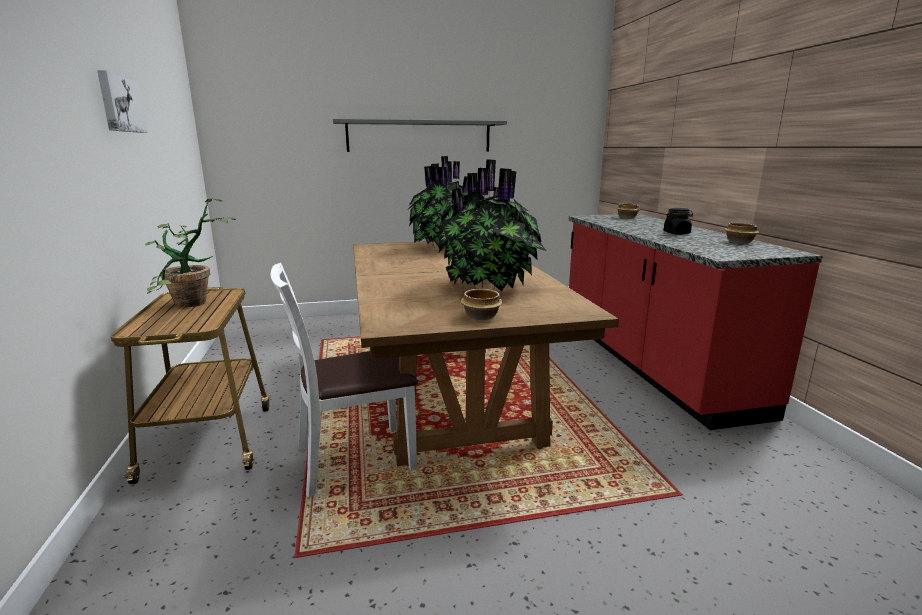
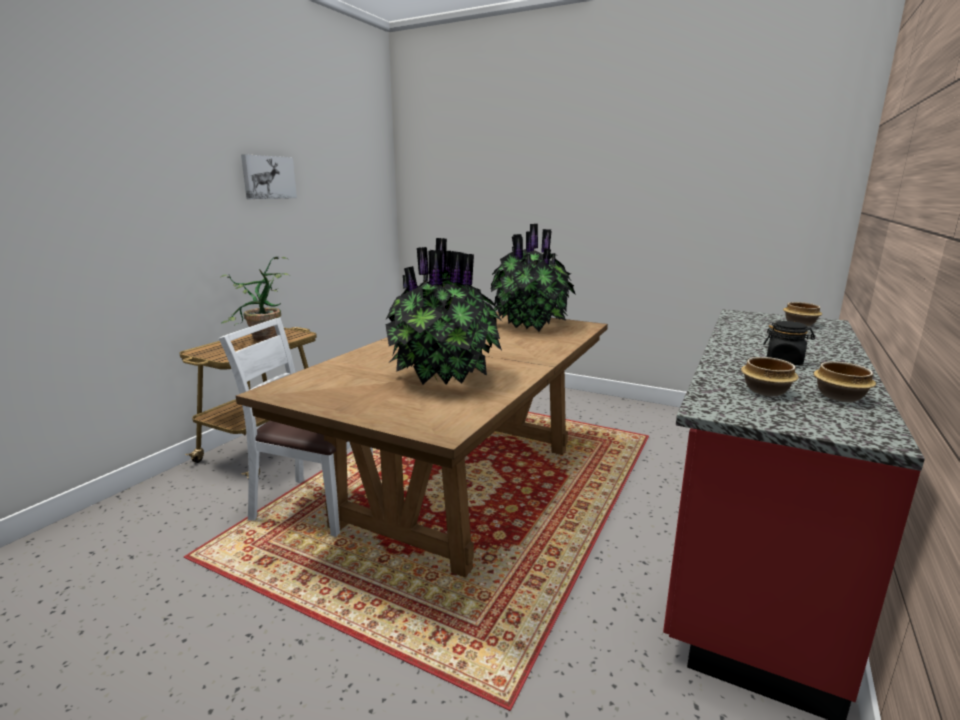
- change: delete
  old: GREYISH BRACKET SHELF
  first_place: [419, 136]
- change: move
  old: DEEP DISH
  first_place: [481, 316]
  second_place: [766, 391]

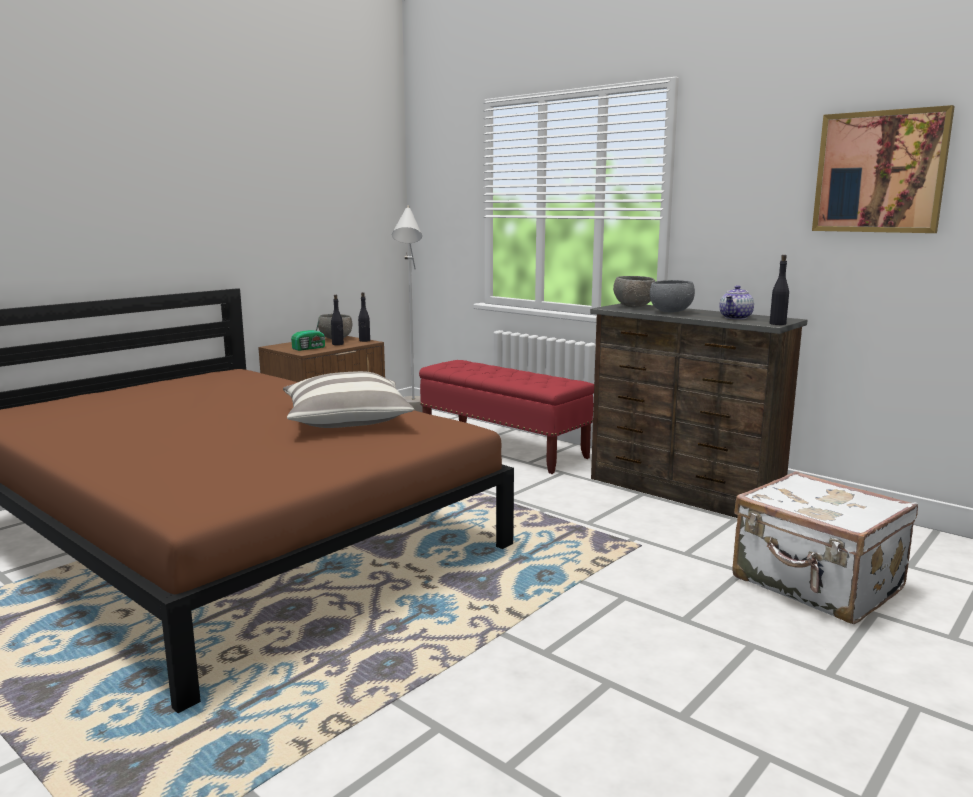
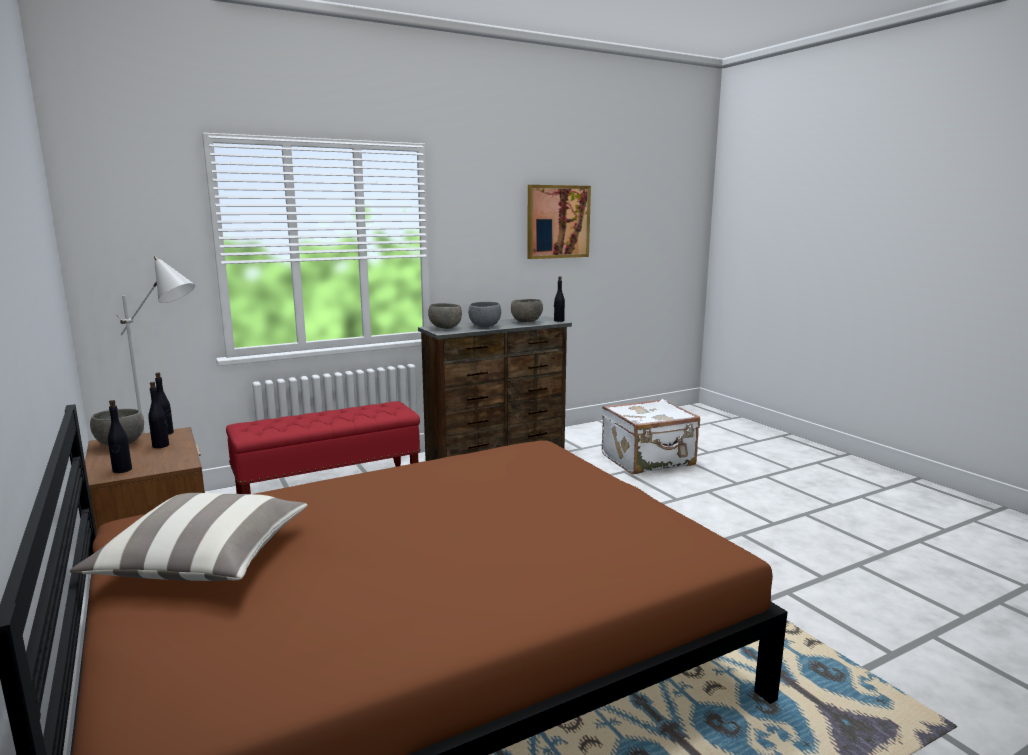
- change: move
  old: PILLOW
  first_place: [346, 420]
  second_place: [204, 561]
- change: delete
  old: RADIO
  first_place: [310, 348]
- change: replace
  old: TEA POT
  new: GREYISH DEEP DISH
  first_place: [736, 318]
  second_place: [526, 322]
- change: insert
  new: BLACK-COLOURED BOTTLE
  second_place: [122, 470]

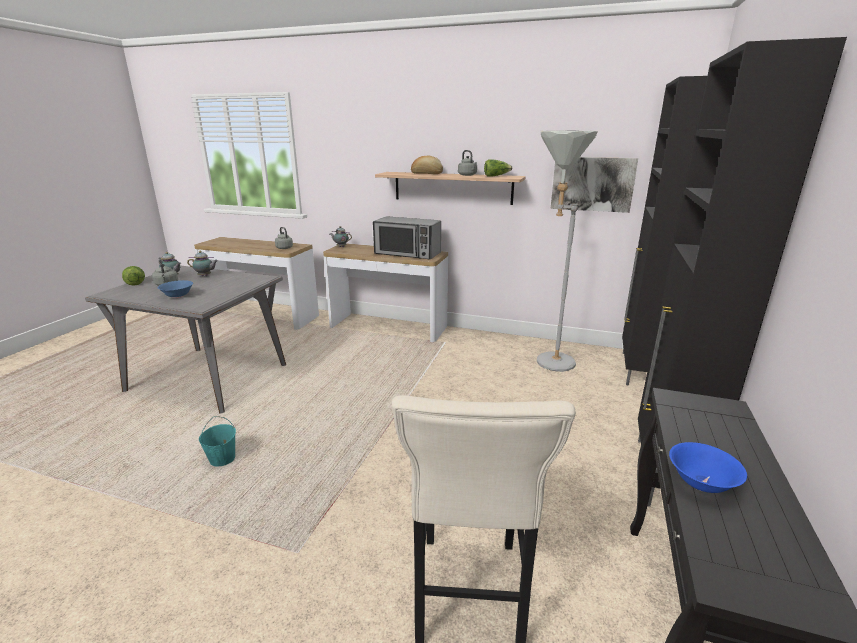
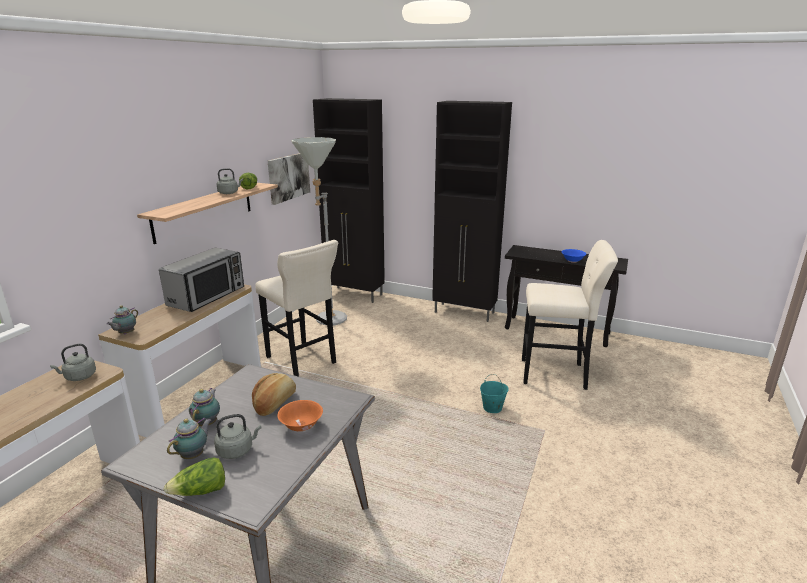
- change: recolor
  old: BLUE DEEP DISH
  new: ORANGE-COLOURED DEEP DISH
  first_place: [178, 296]
  second_place: [301, 426]
- change: move
  old: TURQUOISE BUCKET
  first_place: [222, 459]
  second_place: [492, 408]
- change: move
  old: BAKERY BREAD
  first_place: [427, 173]
  second_place: [275, 403]
- change: insert
  new: SAND-COLOURED SITTING STOOL
  second_place: [302, 361]

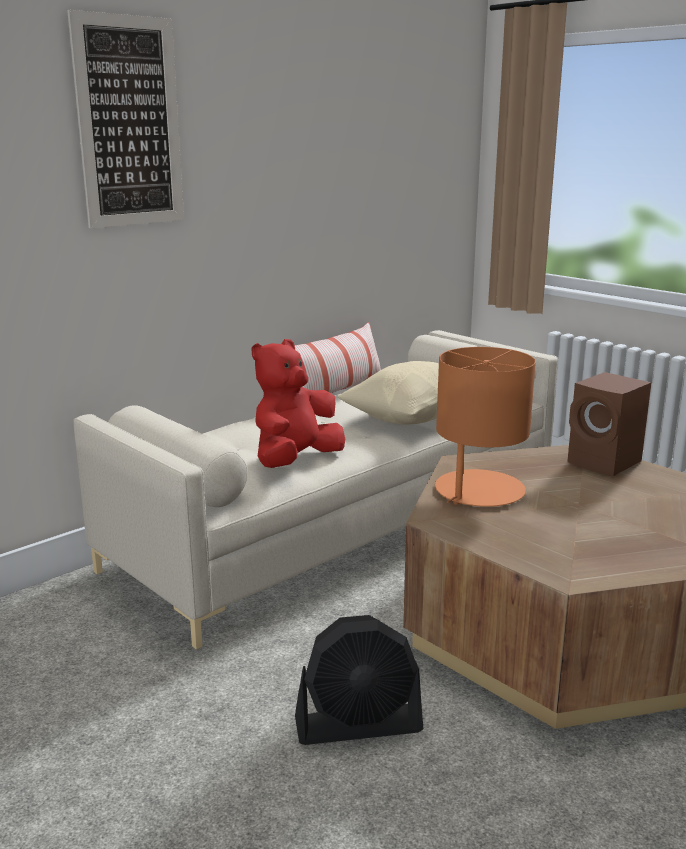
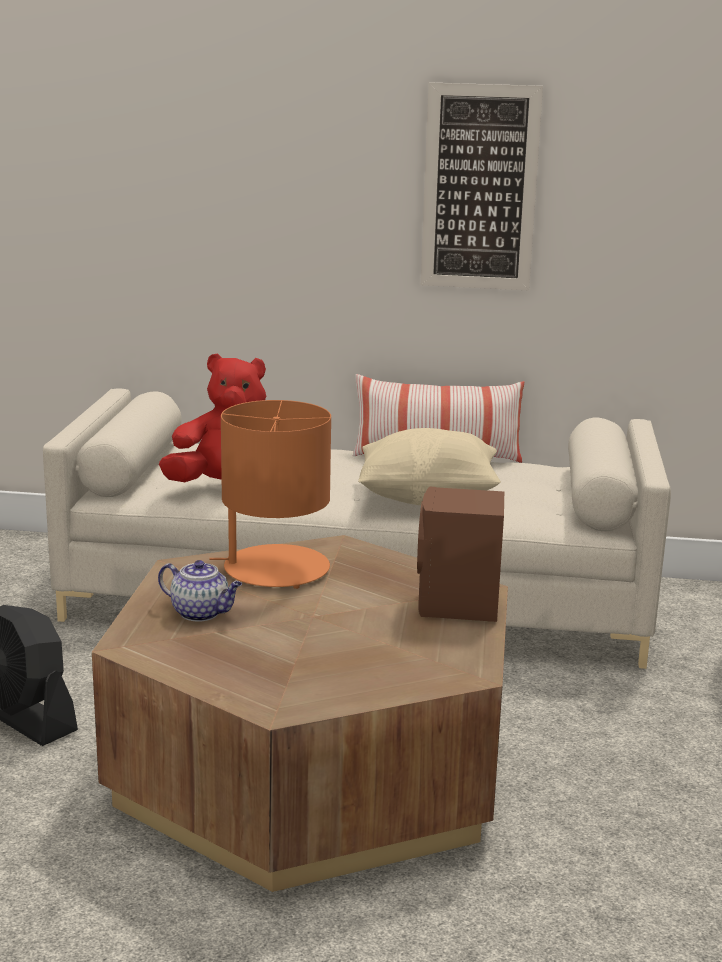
- change: move
  old: WALL PICTURE
  first_place: [129, 123]
  second_place: [480, 188]
- change: insert
  new: TEA POT
  second_place: [201, 613]

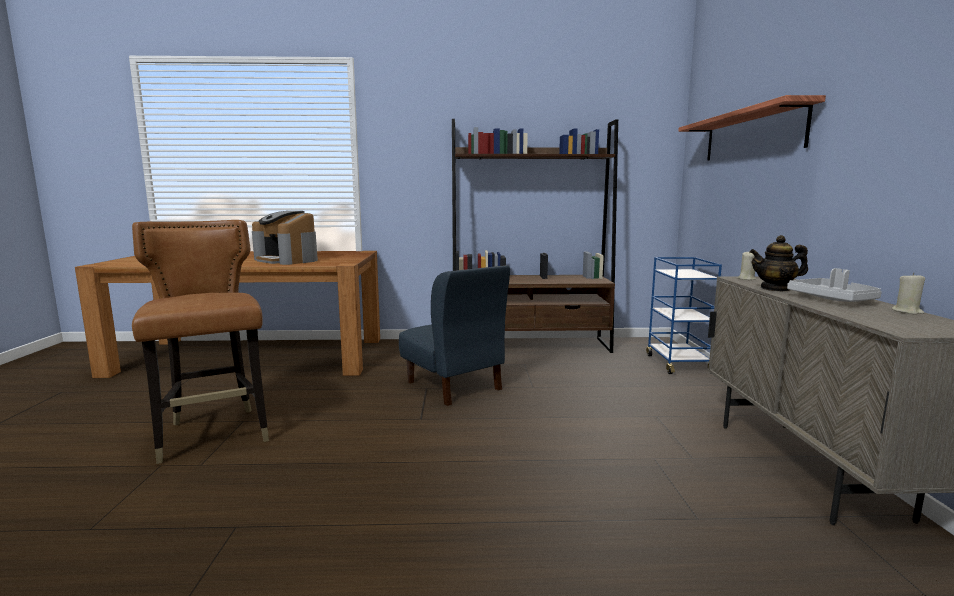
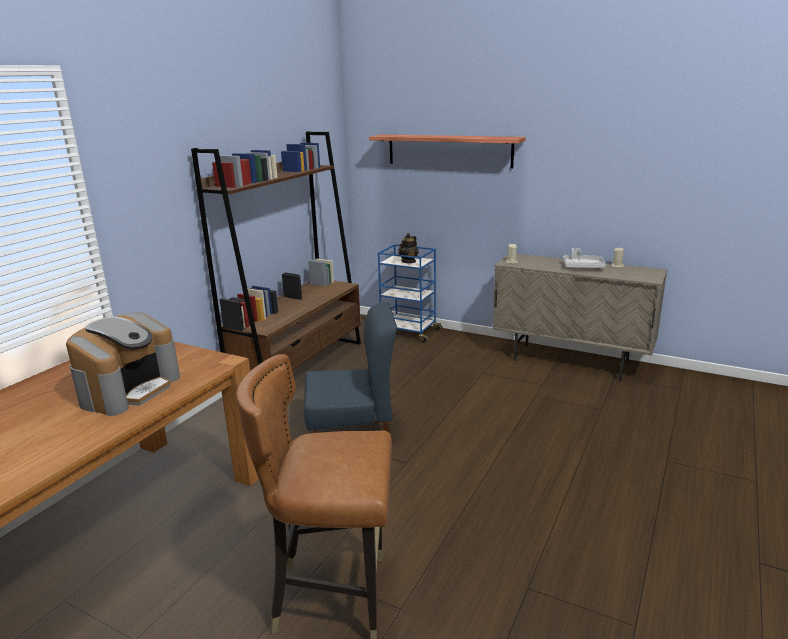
- change: rotate
  old: COFFEE MAKER
  first_place: [287, 260]
  second_place: [129, 389]
  degrees: -45
- change: move
  old: TEA POT
  first_place: [775, 289]
  second_place: [408, 261]

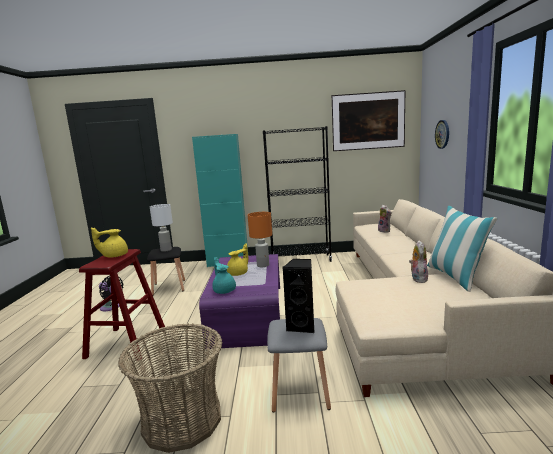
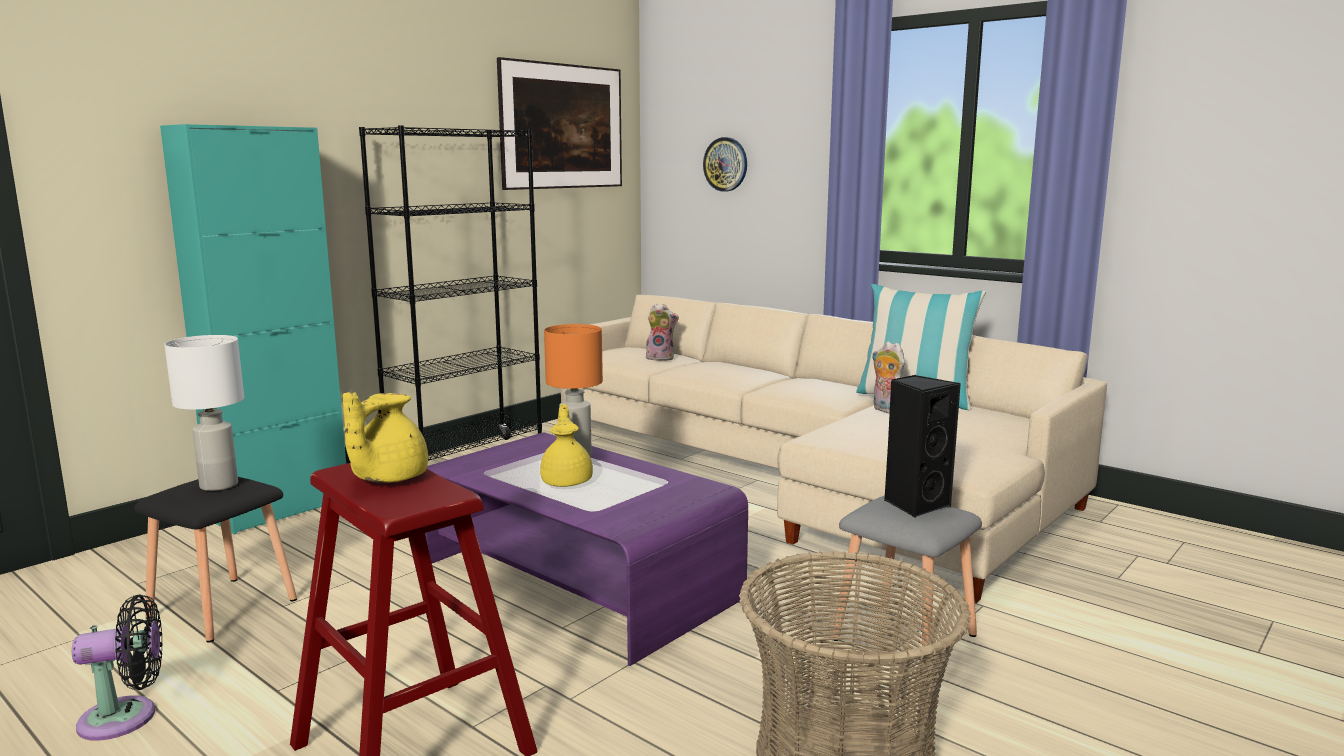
- change: delete
  old: TURQUOISE TEA POT
  first_place: [224, 290]

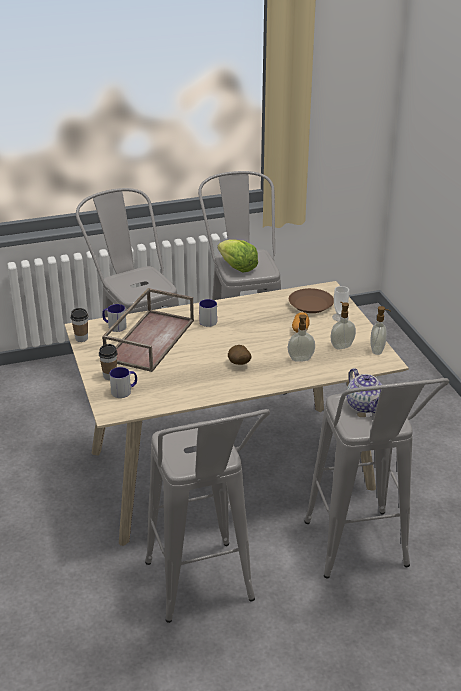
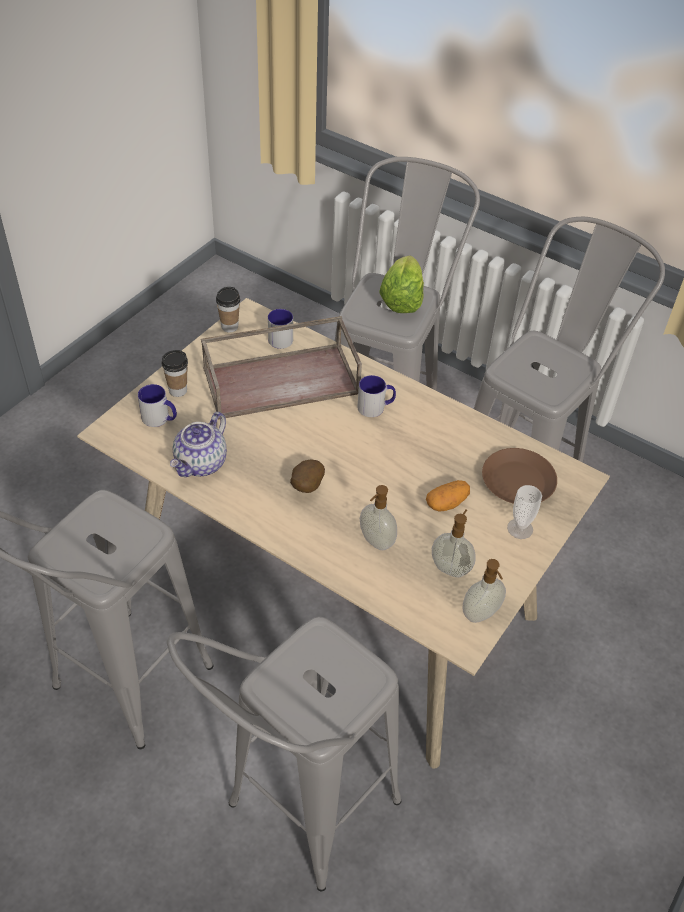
- change: move
  old: HEAD OF LETTUCE
  first_place: [237, 267]
  second_place: [402, 300]
- change: move
  old: TEA POT
  first_place: [365, 405]
  second_place: [201, 464]

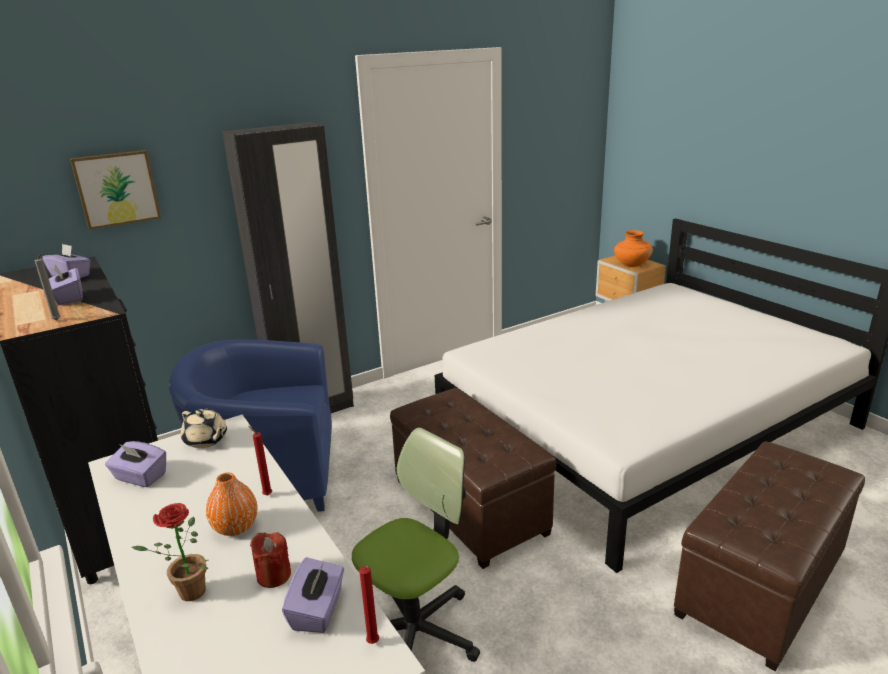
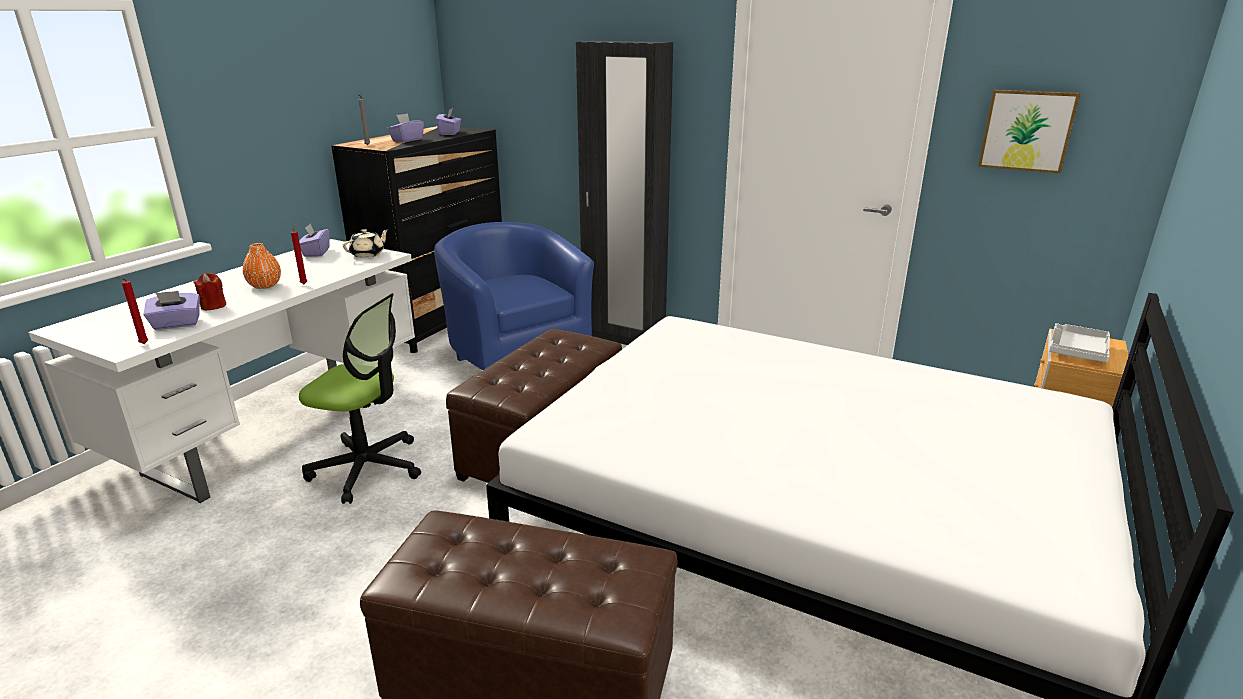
- change: move
  old: WALL PICTURE
  first_place: [116, 188]
  second_place: [1027, 130]
- change: delete
  old: POTTED PLANT
  first_place: [186, 594]
- change: rotate
  old: SAND-COLOURED TEA POT
  first_place: [206, 440]
  second_place: [368, 254]
  degrees: -150
- change: replace
  old: ORANGE-COLOURED DECORATIVE VASE
  new: GREYISH SERVING TRAY
  first_place: [631, 265]
  second_place: [1076, 351]

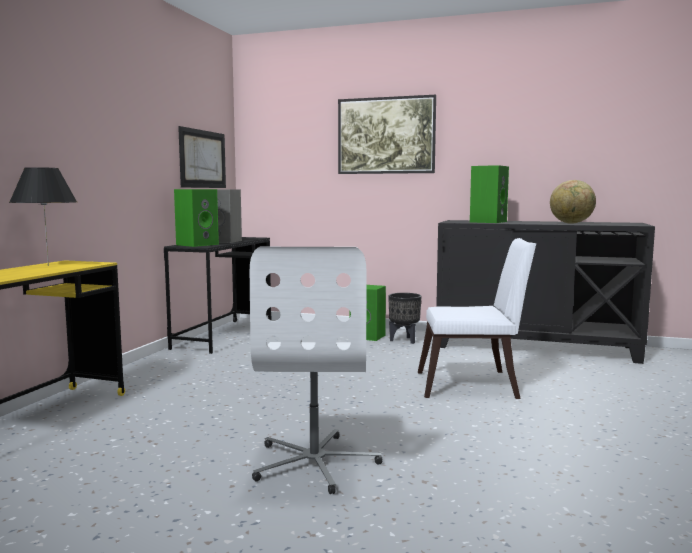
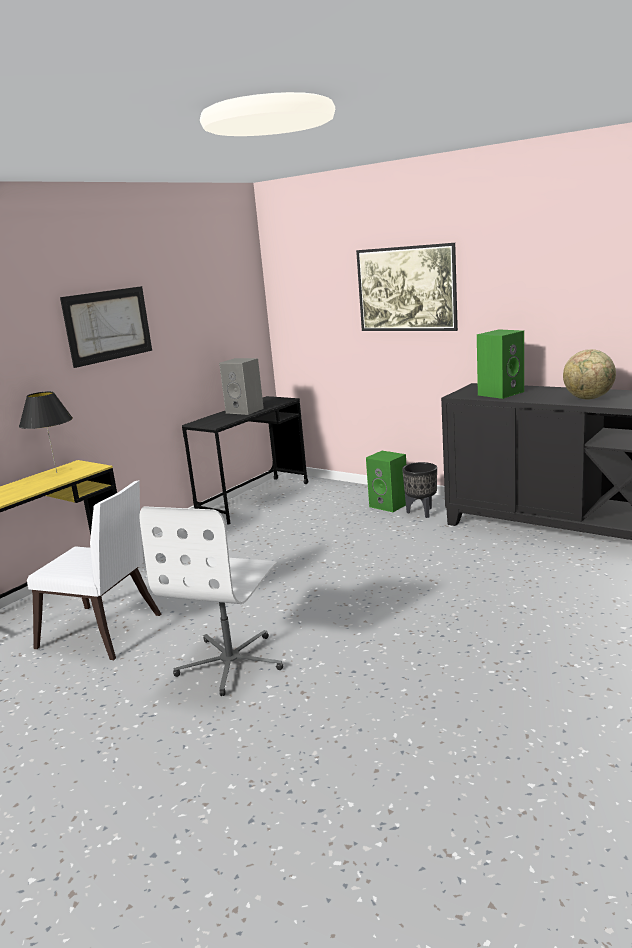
- change: delete
  old: GREEN SPEAKER
  first_place: [197, 244]
- change: move
  old: WALL PICTURE
  first_place: [203, 159]
  second_place: [108, 325]
- change: move
  old: WHITE PLAIN CHAIR
  first_place: [474, 385]
  second_place: [105, 634]

